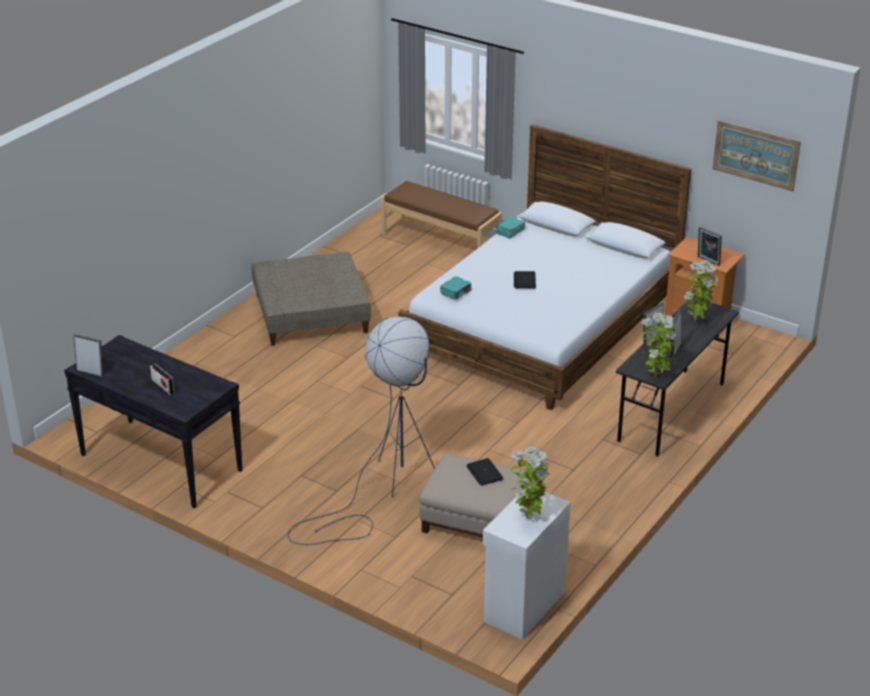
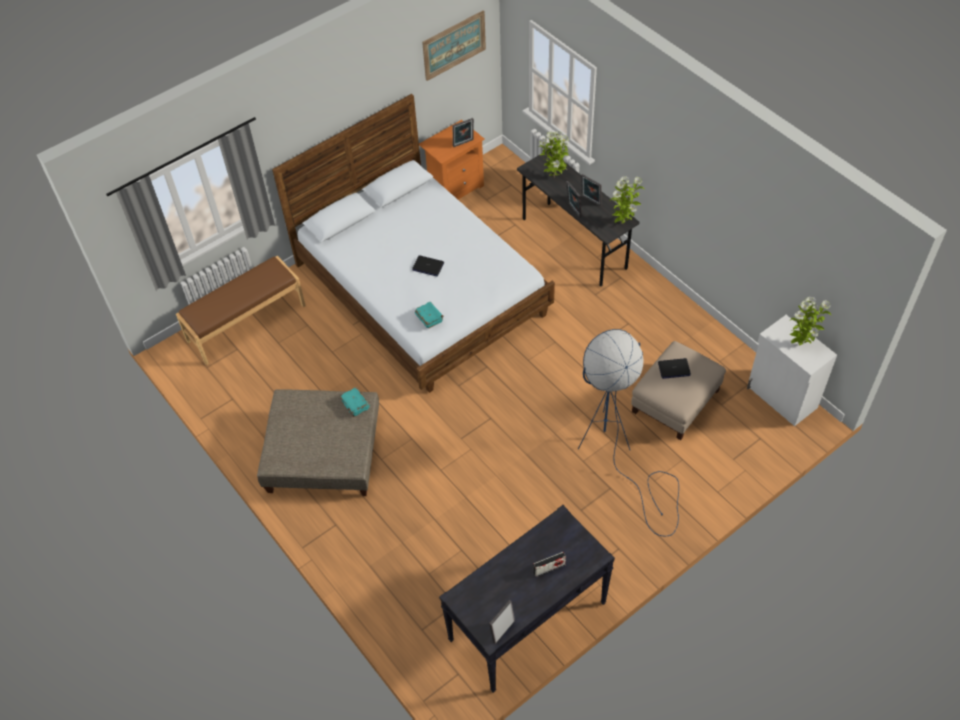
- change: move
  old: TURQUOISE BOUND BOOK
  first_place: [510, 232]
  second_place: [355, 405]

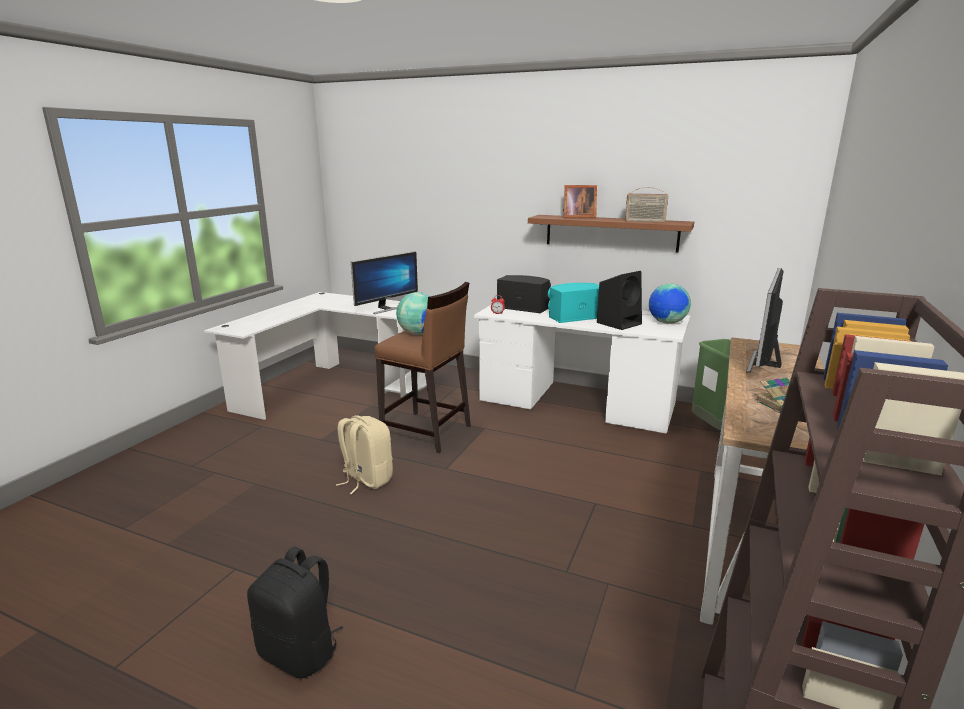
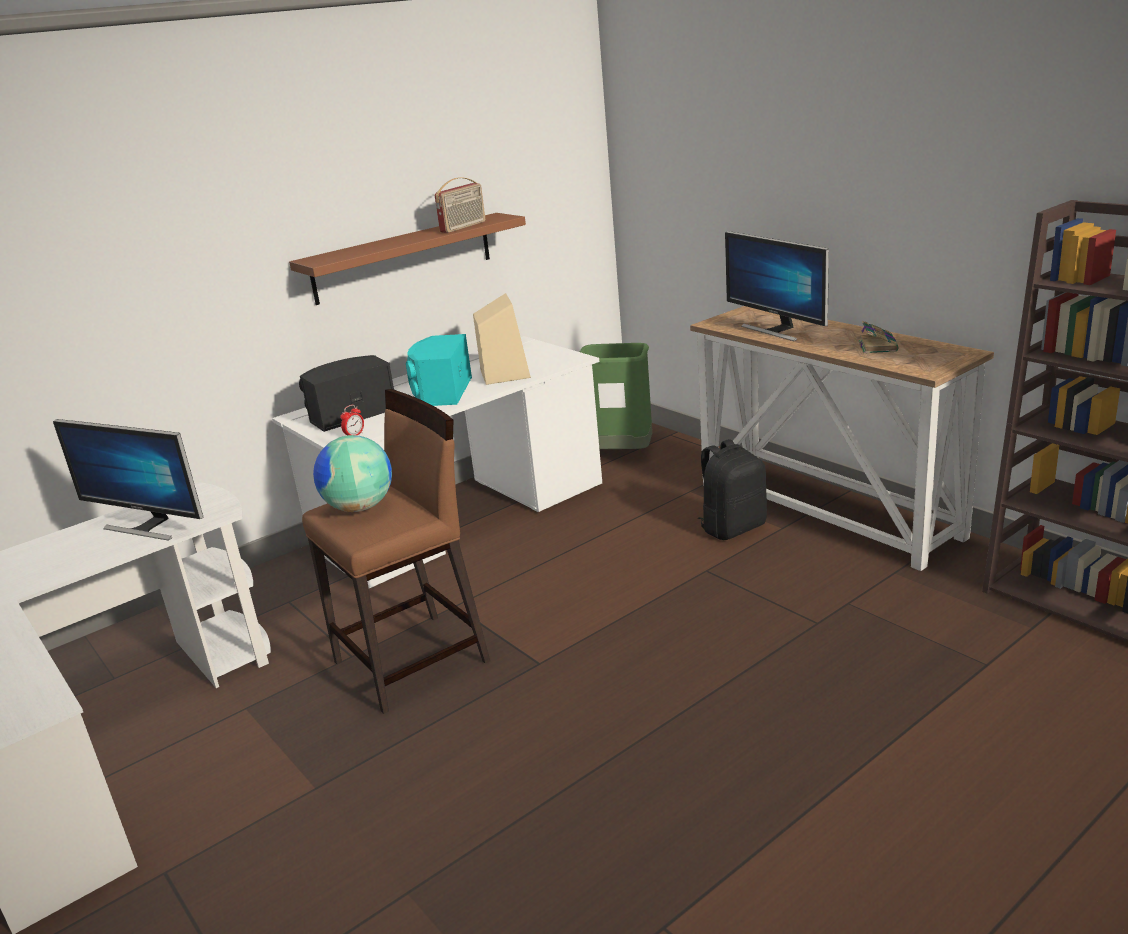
- change: move
  old: BLACK-COLOURED BACKPACK
  first_place: [300, 652]
  second_place: [733, 528]
- change: delete
  old: SAND-COLOURED BACKPACK
  first_place: [366, 480]
- change: rotate
  old: COMPUTER SCREEN
  first_place: [386, 308]
  second_place: [147, 527]
  degrees: 135
- change: delete
  old: PHOTO FRAME
  first_place: [577, 217]
- change: recolor
  old: BLACK-COLOURED SPEAKER
  new: SAND-COLOURED SPEAKER
  first_place: [619, 323]
  second_place: [504, 374]
- change: delete
  old: WORLD GLOBE
  first_place: [667, 323]

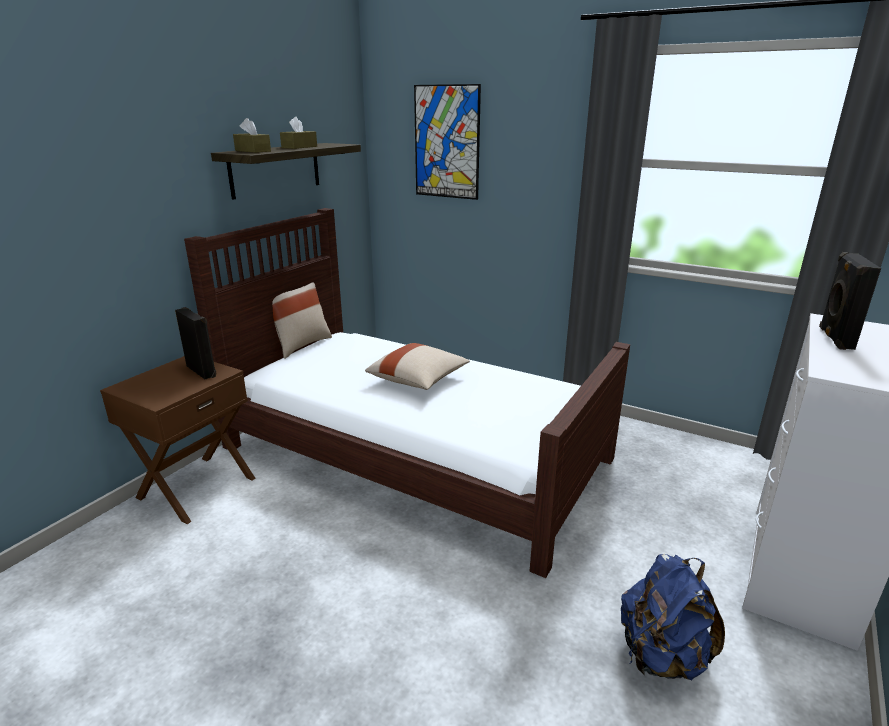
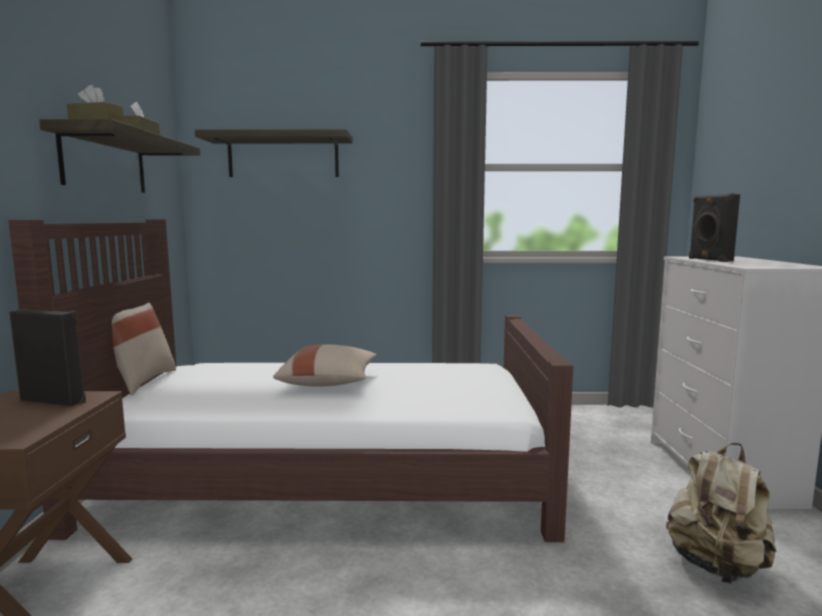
- change: replace
  old: WALL PICTURE
  new: BRACKET SHELF
  first_place: [446, 142]
  second_place: [283, 157]
- change: recolor
  old: BLUE BACKPACK
  new: SAND-COLOURED BACKPACK
  first_place: [661, 656]
  second_place: [716, 566]

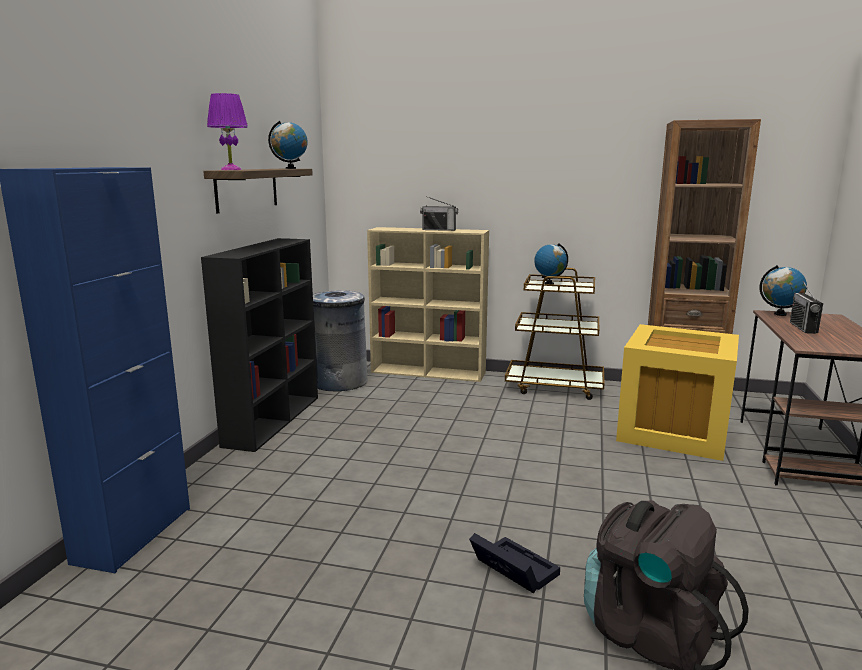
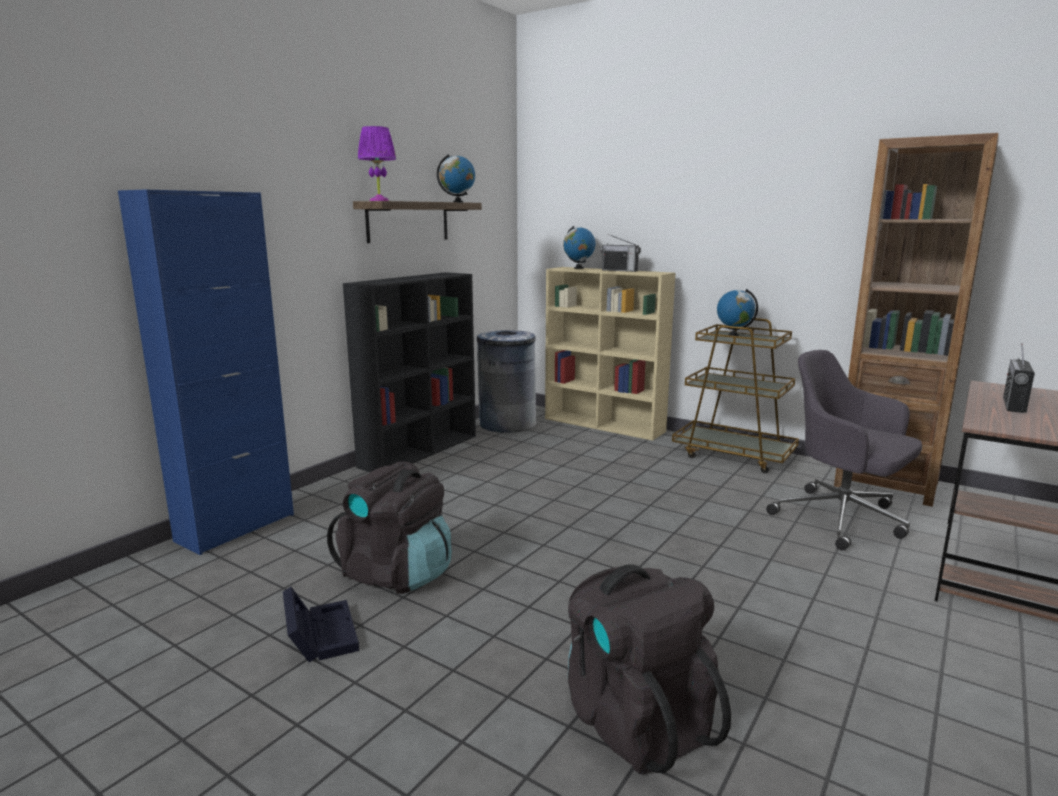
- change: move
  old: BLACK-COLOURED STORAGE BOX
  first_place: [511, 569]
  second_place: [320, 634]
- change: replace
  old: YELLOW STORAGE BOX
  new: GREYISH DESK CHAIR
  first_place: [671, 430]
  second_place: [842, 519]
- change: move
  old: WORLD GLOBE
  first_place: [780, 314]
  second_place: [578, 268]
- change: insert
  new: BLACK-COLOURED BACKPACK
  second_place: [397, 574]

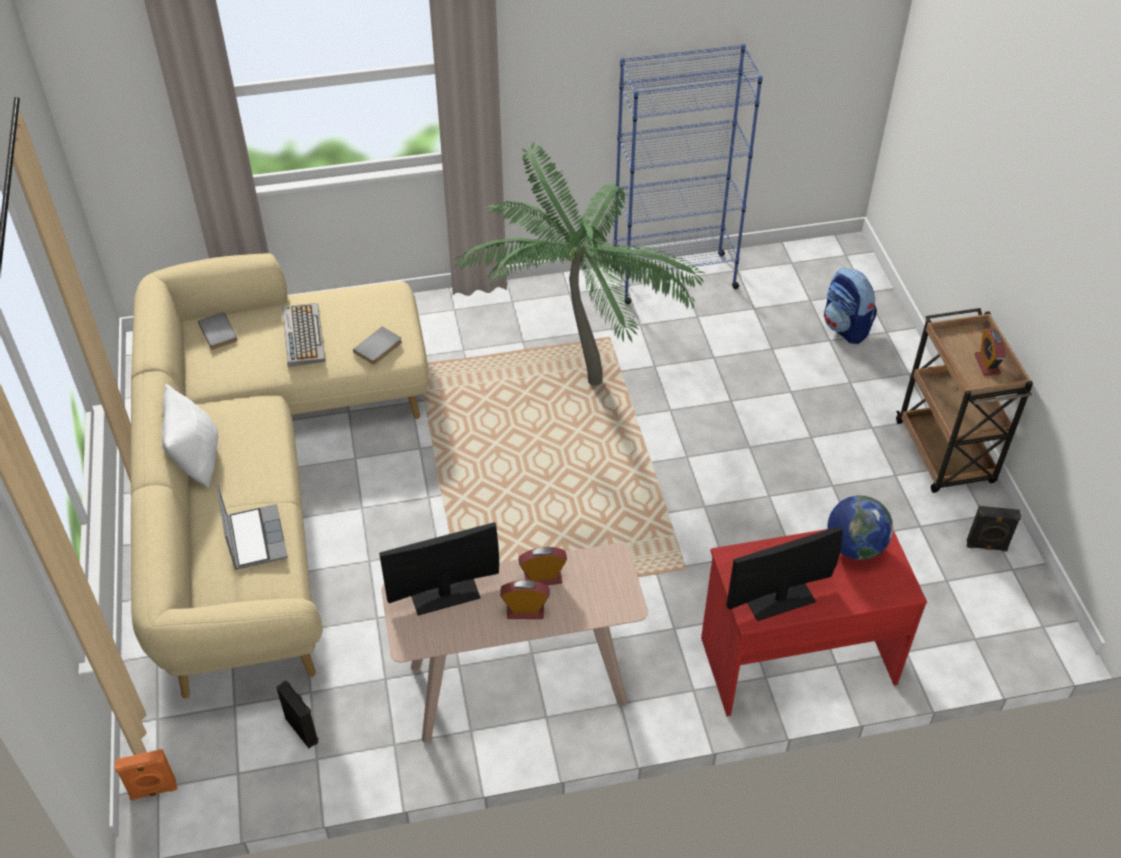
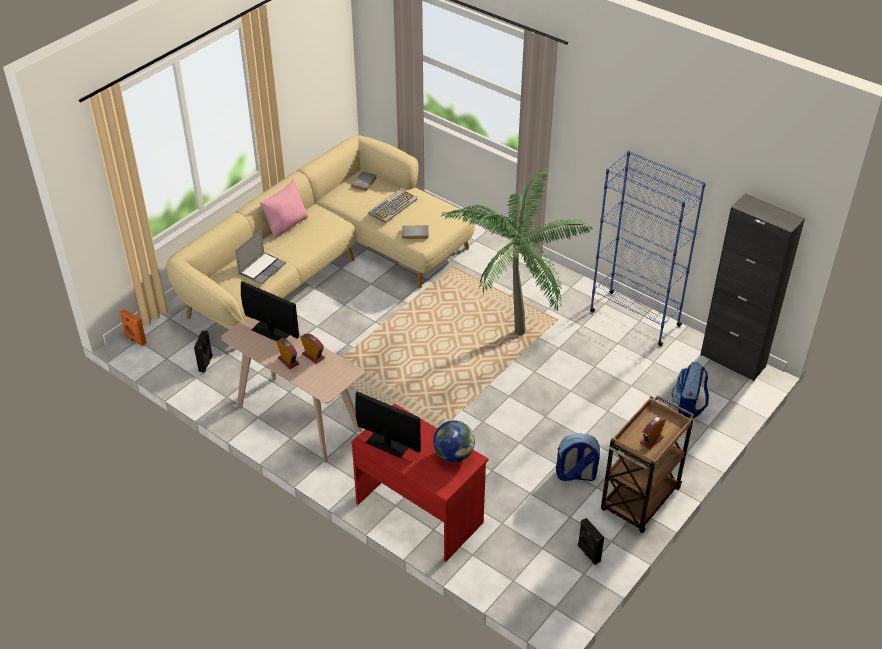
- change: recolor
  old: WHITE PILLOW
  new: PINKISH PILLOW
  first_place: [196, 459]
  second_place: [287, 225]
- change: insert
  new: BACKPACK
  second_place: [575, 475]
- change: insert
  new: BLACK-COLOURED STORAGE CABINET
  second_place: [733, 360]

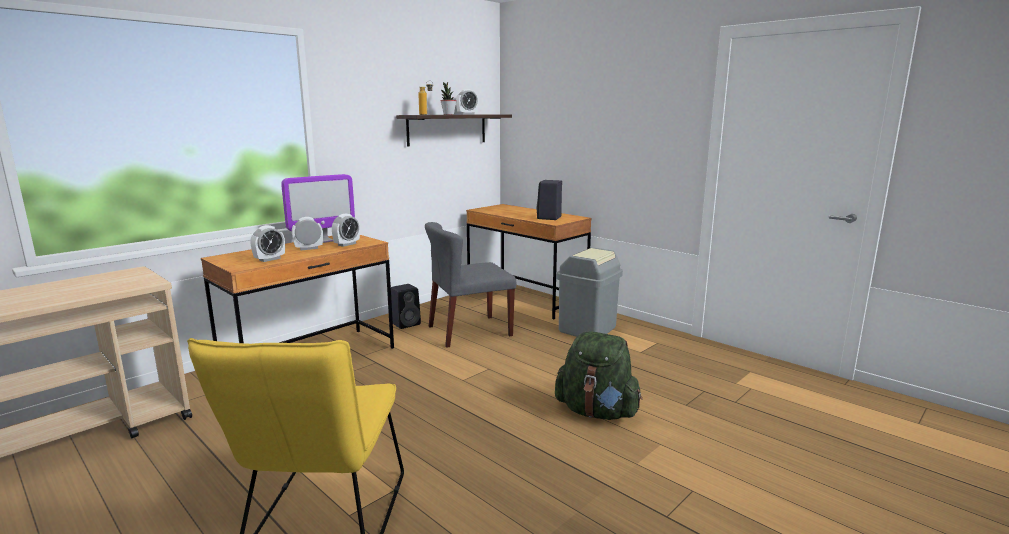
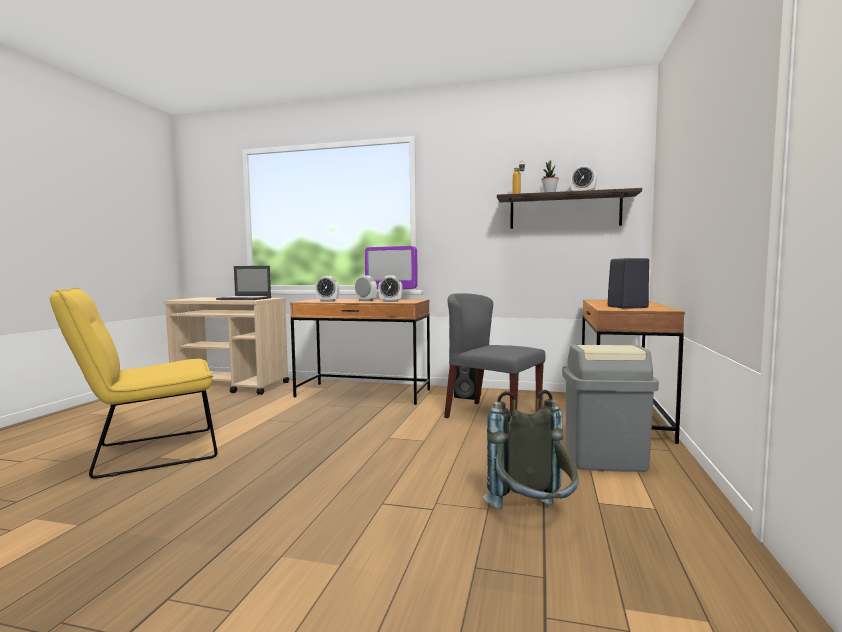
- change: delete
  old: GREEN BACKPACK
  first_place: [597, 412]
- change: insert
  new: PORTABLE COMPUTER
  second_place: [245, 299]
- change: insert
  new: GREYISH BACKPACK
  second_place: [533, 518]

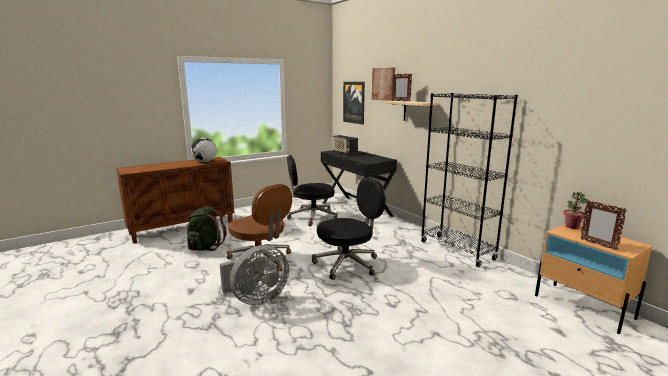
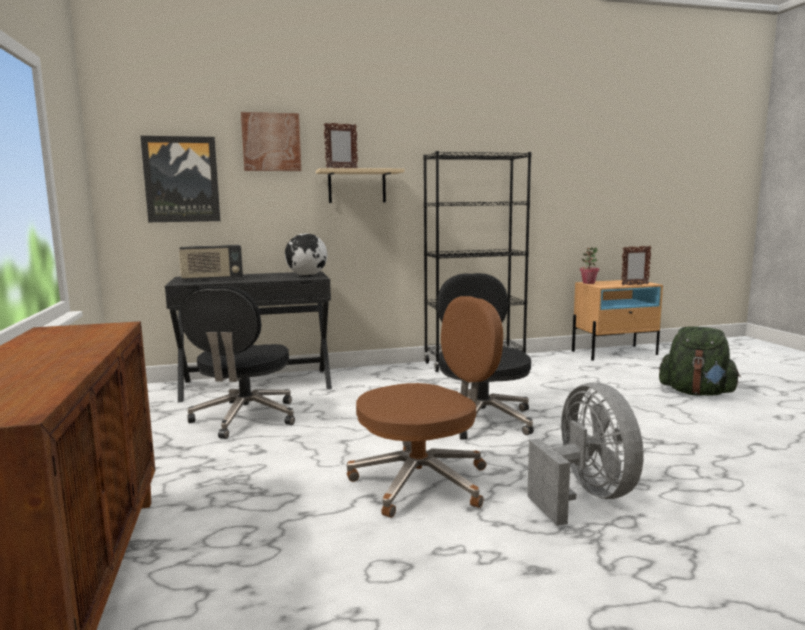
- change: move
  old: GREEN BACKPACK
  first_place: [205, 247]
  second_place: [696, 393]
- change: move
  old: WORLD GLOBE
  first_place: [204, 162]
  second_place: [307, 276]

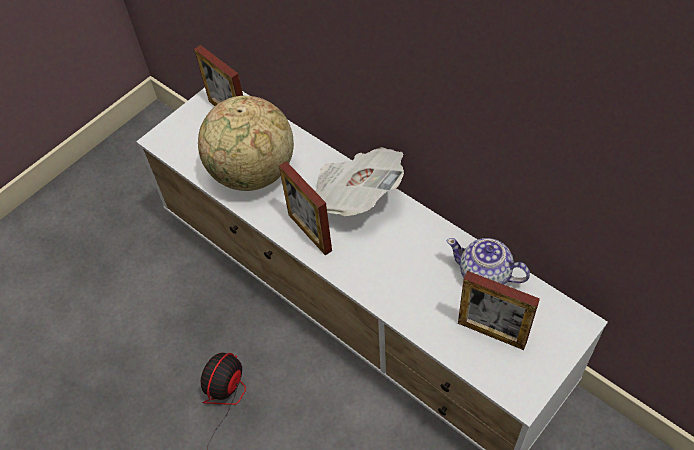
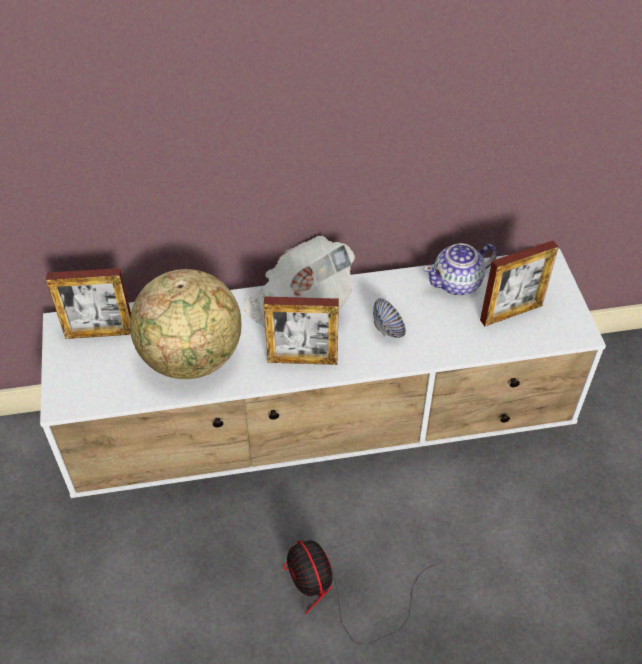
- change: insert
  new: DEEP DISH
  second_place: [388, 329]

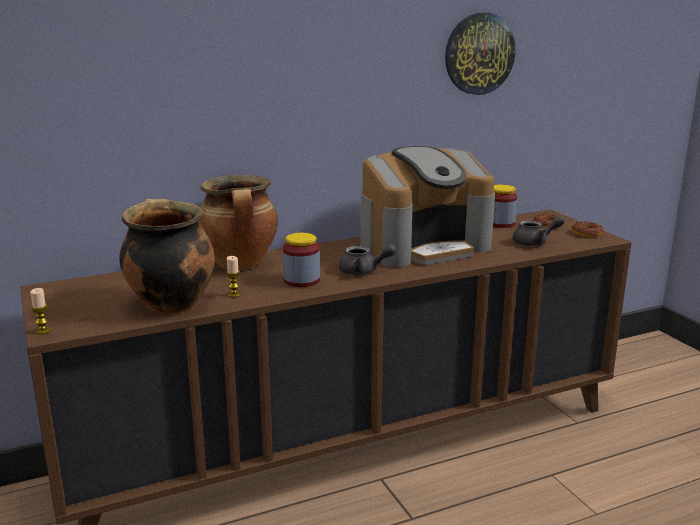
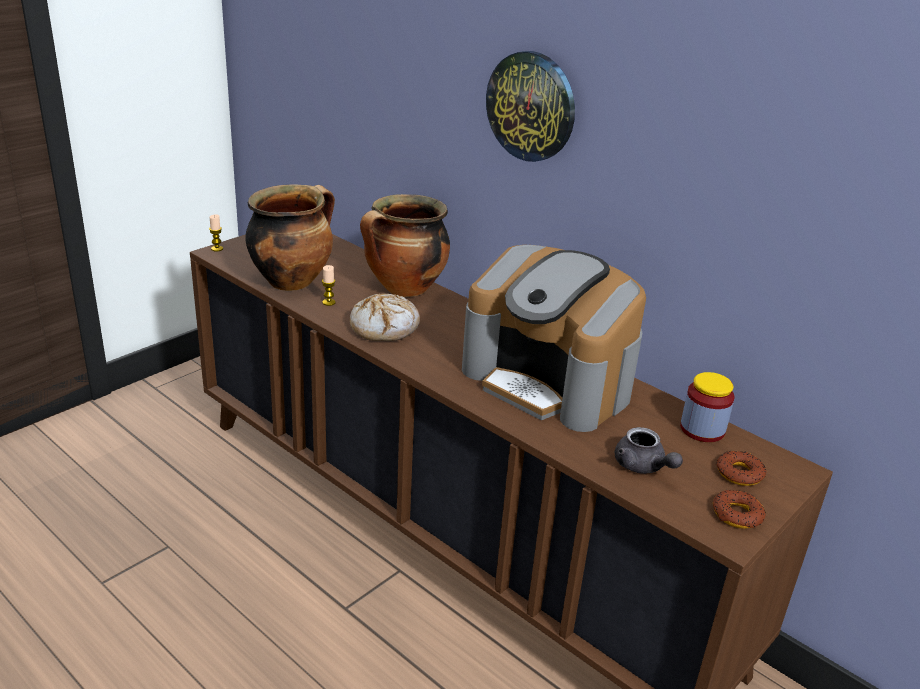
- change: replace
  old: JAR
  new: BAKERY BREAD
  first_place: [301, 280]
  second_place: [384, 327]
- change: delete
  old: GREYISH TEA POT
  first_place: [363, 271]
- change: move
  old: WALL CLOCK
  first_place: [479, 54]
  second_place: [531, 106]

